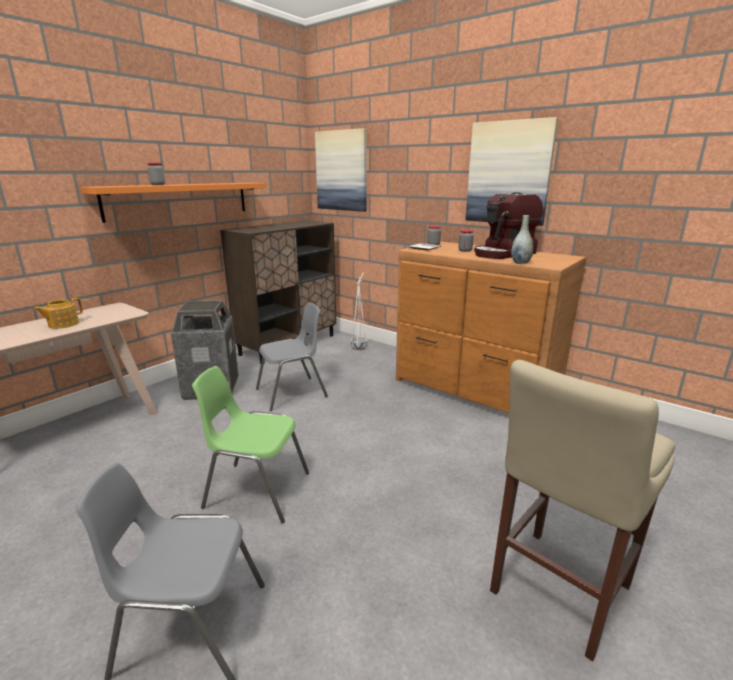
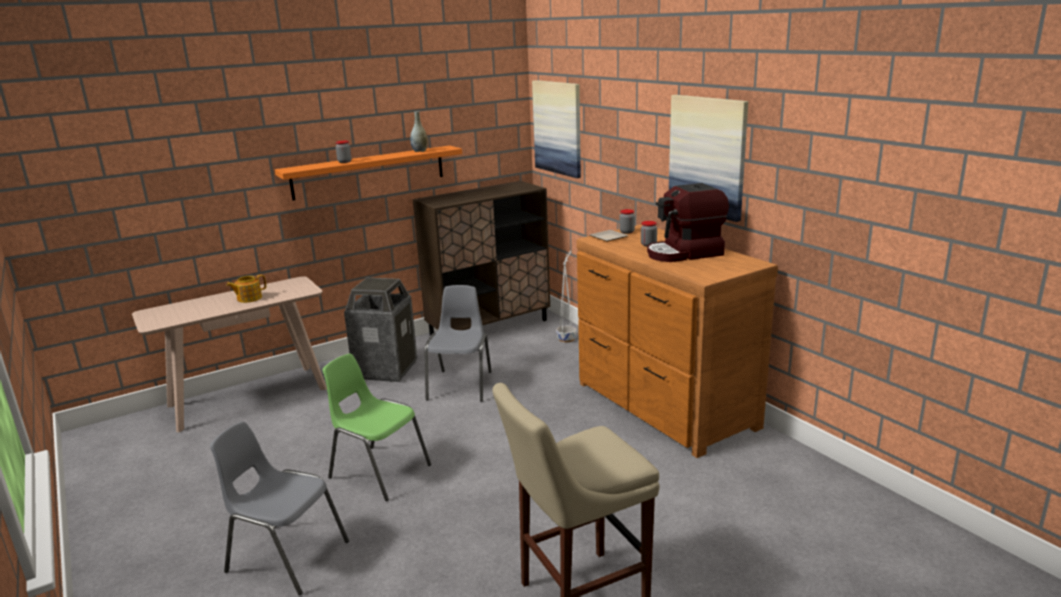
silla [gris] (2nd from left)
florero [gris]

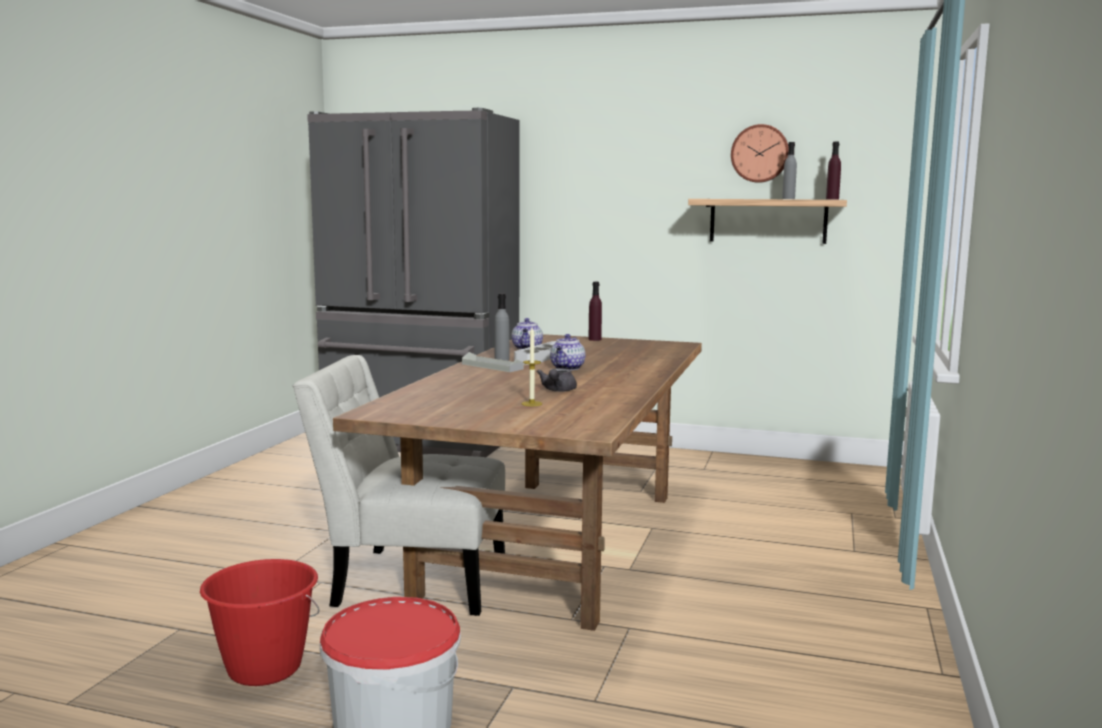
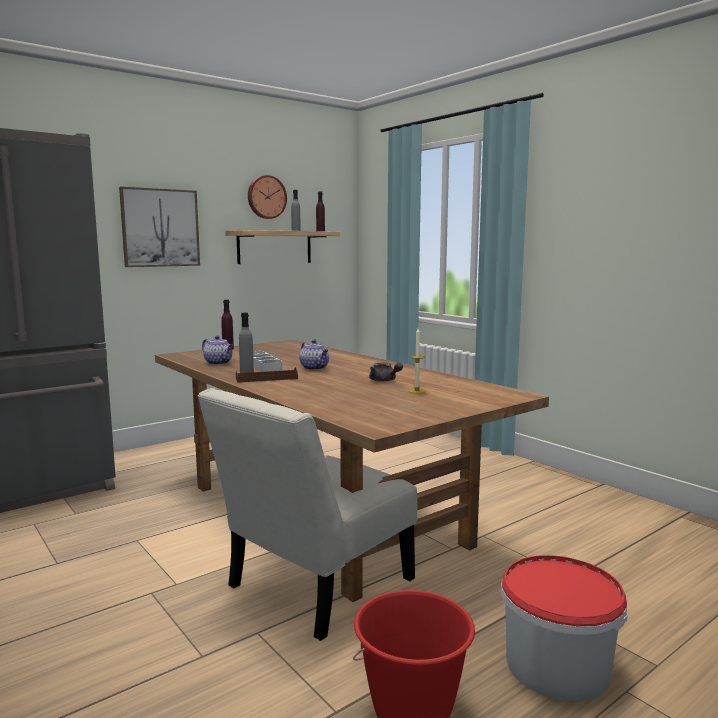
bandeja [marrón]
cuadro

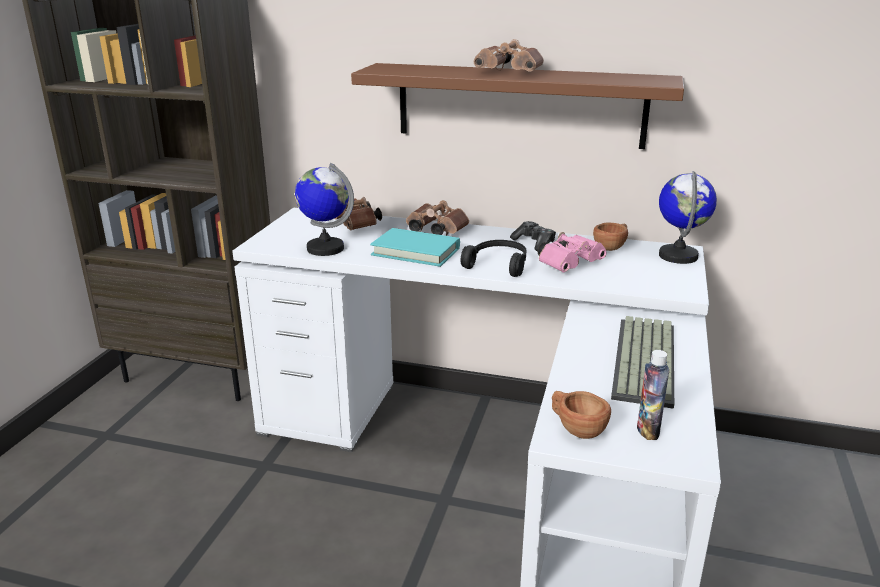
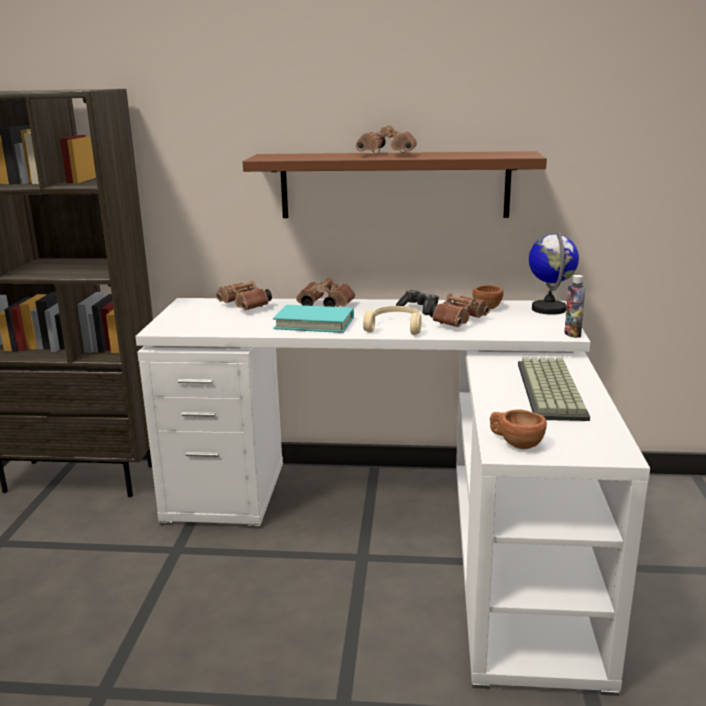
globo terráqueo (1st from left in the first image)
auriculares [beis]
prismáticos [marrón] (4th from left)
botella

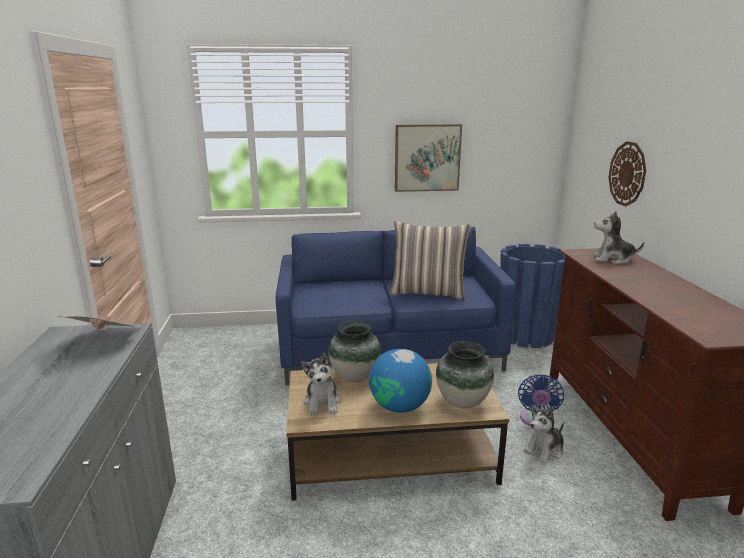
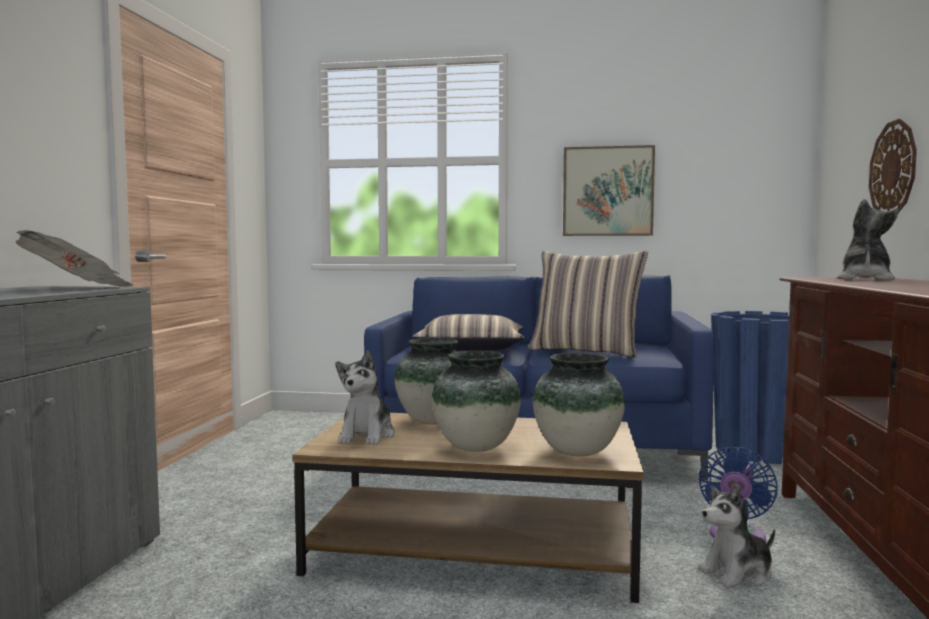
florero (2nd from left)
peluche (3rd from left)
cojín (1st from left)

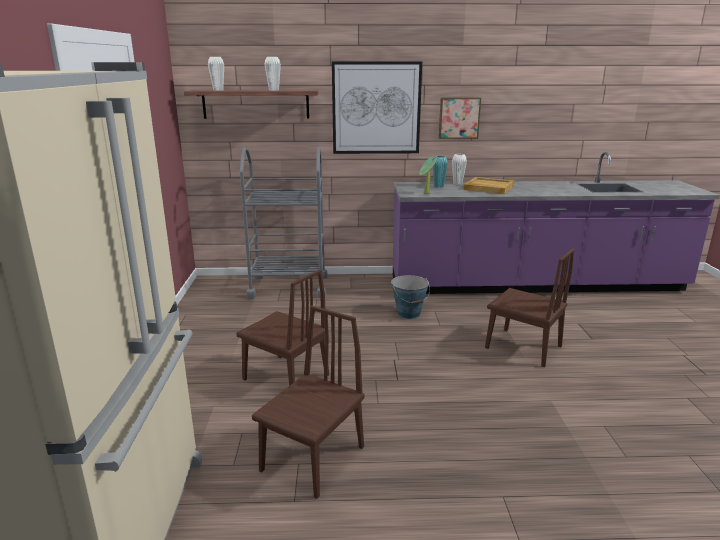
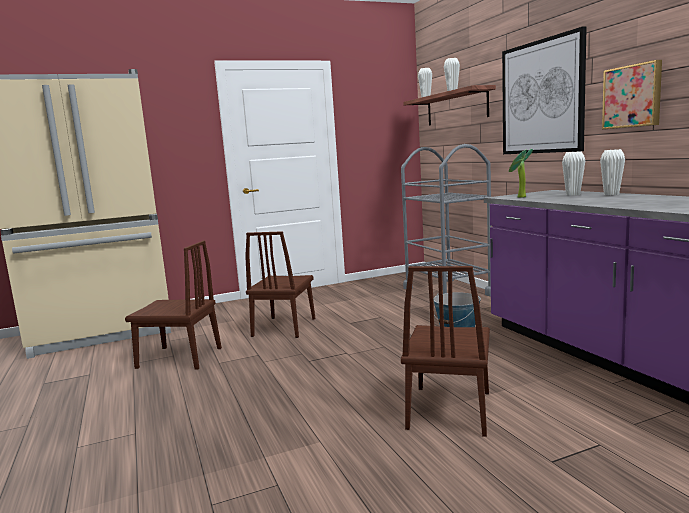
florero [blanco] (3rd from left)
bandeja [beis]

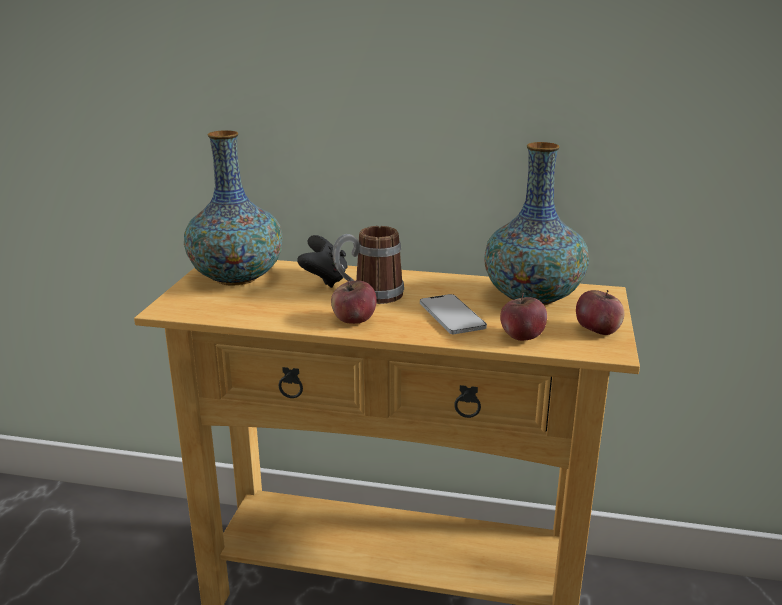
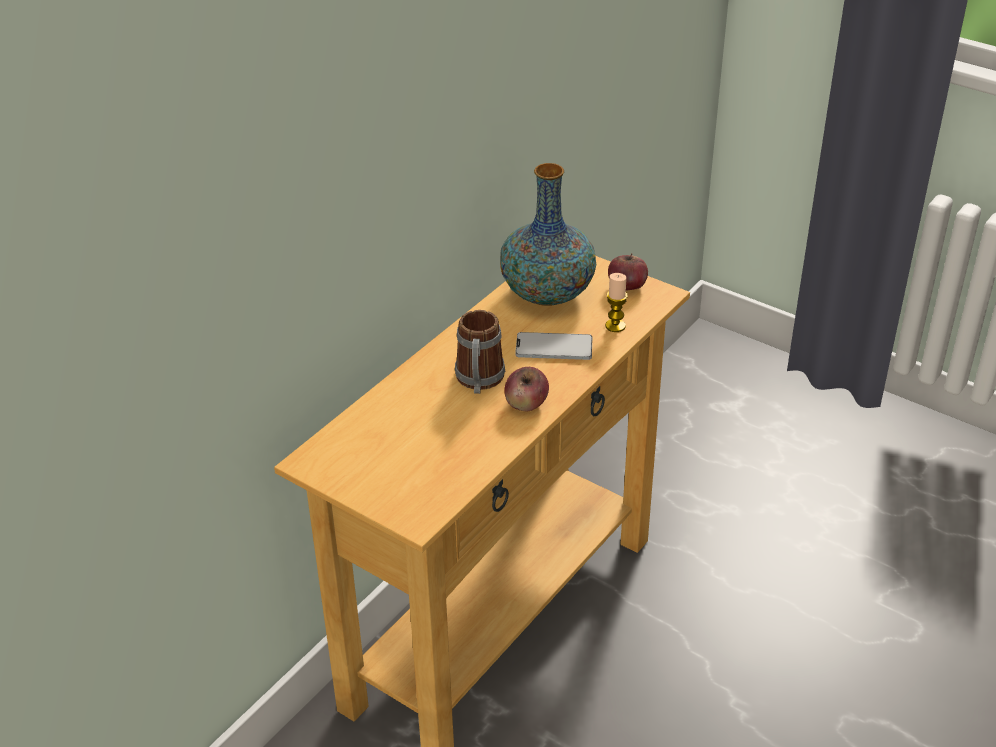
florero (1st from left in the first image)
mando de consola [negro]
vela

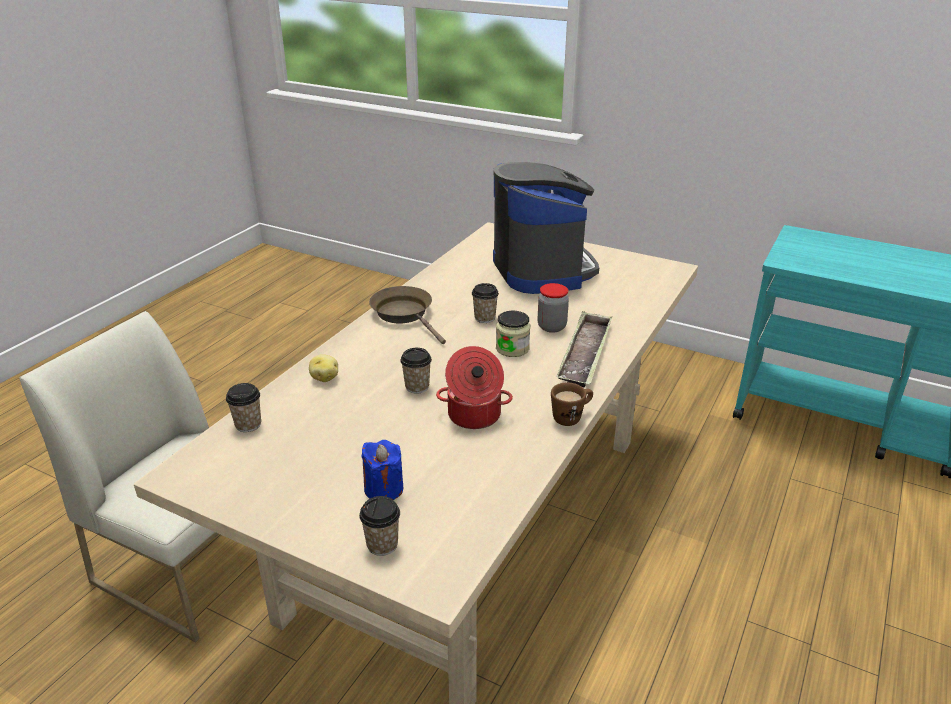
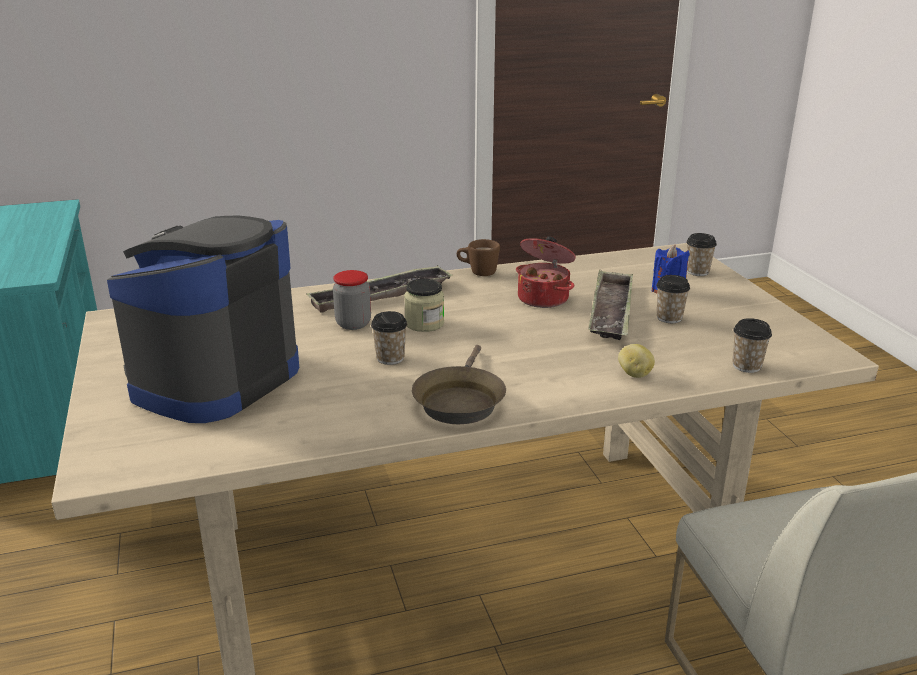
taza (2nd from left)
bandeja (2nd from left)

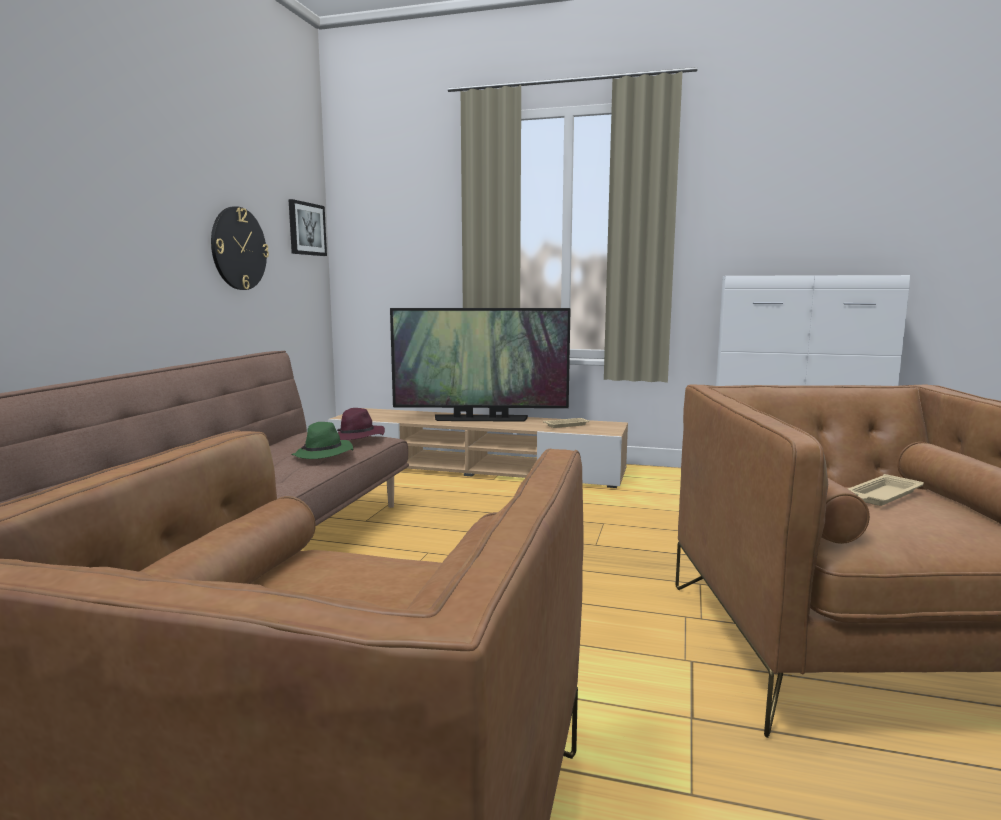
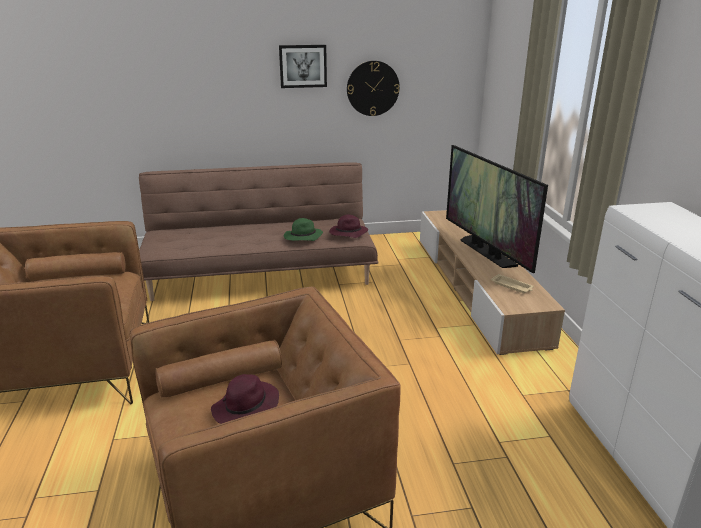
cuadro
sombrero [morado] (1st from left)

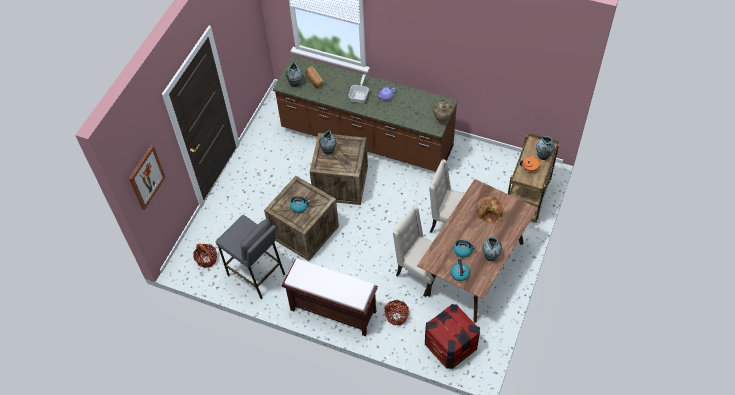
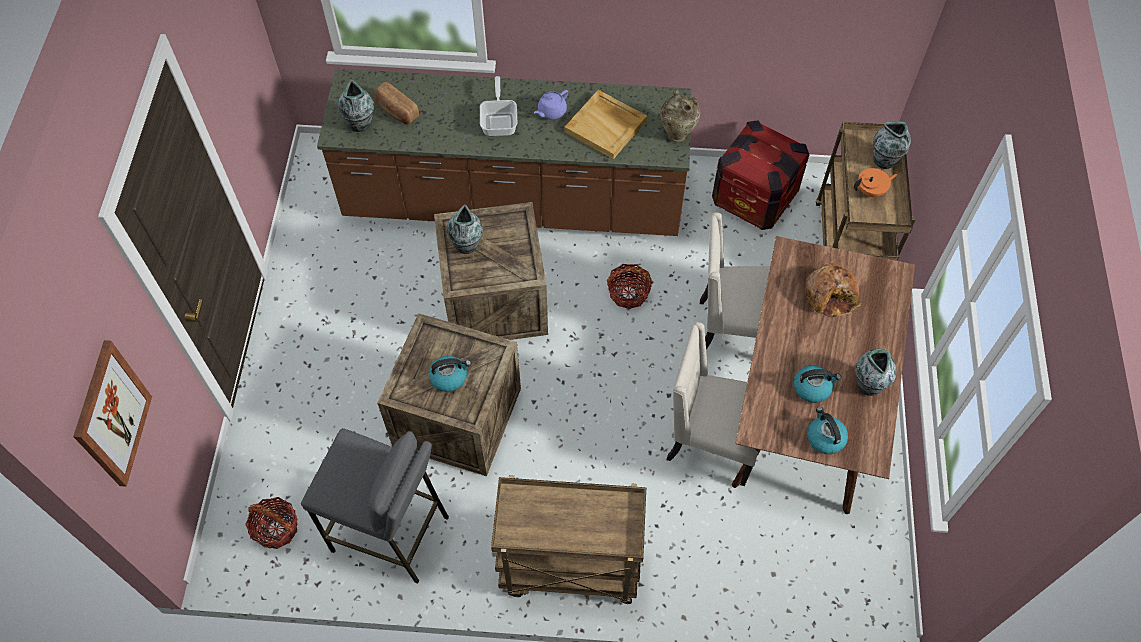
carrito [marrón] (1st from left)
cesta (2nd from left)
caja de embalaje (3rd from left)
bandeja [beis]

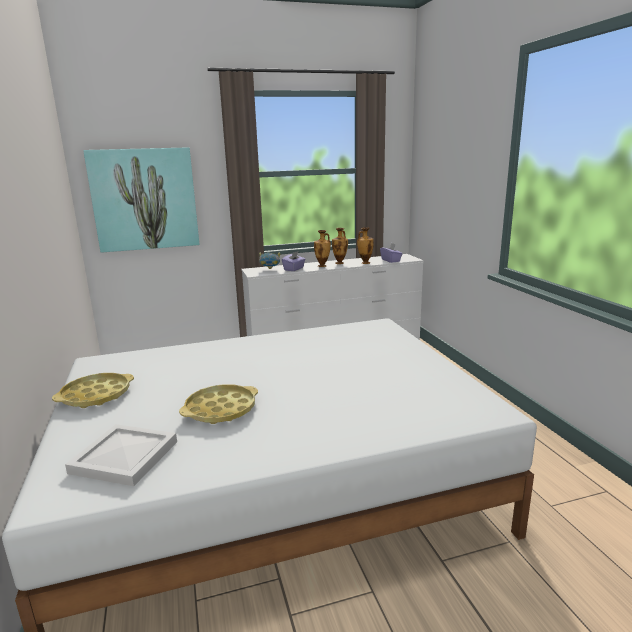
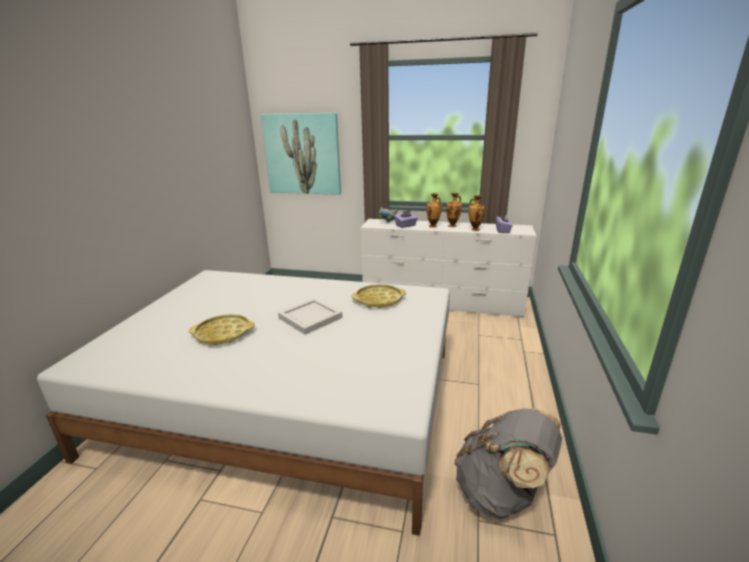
bandeja [amarillo] (2nd from left)
bandeja [blanco]
mochila [gris]

